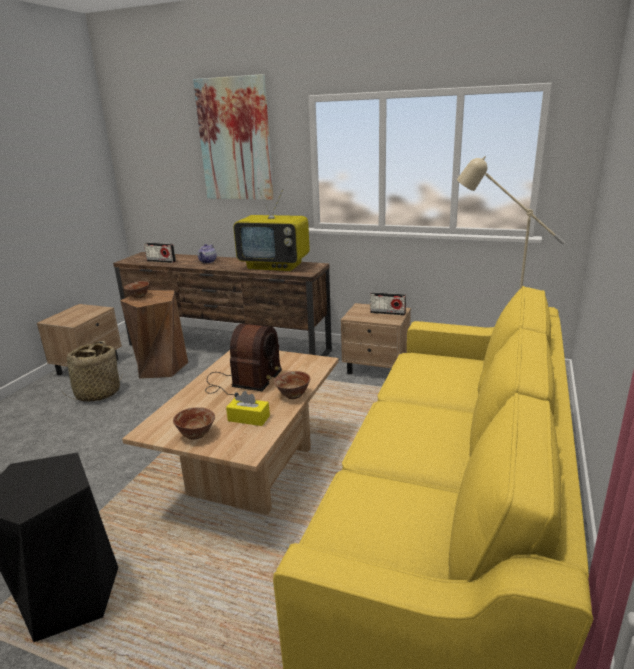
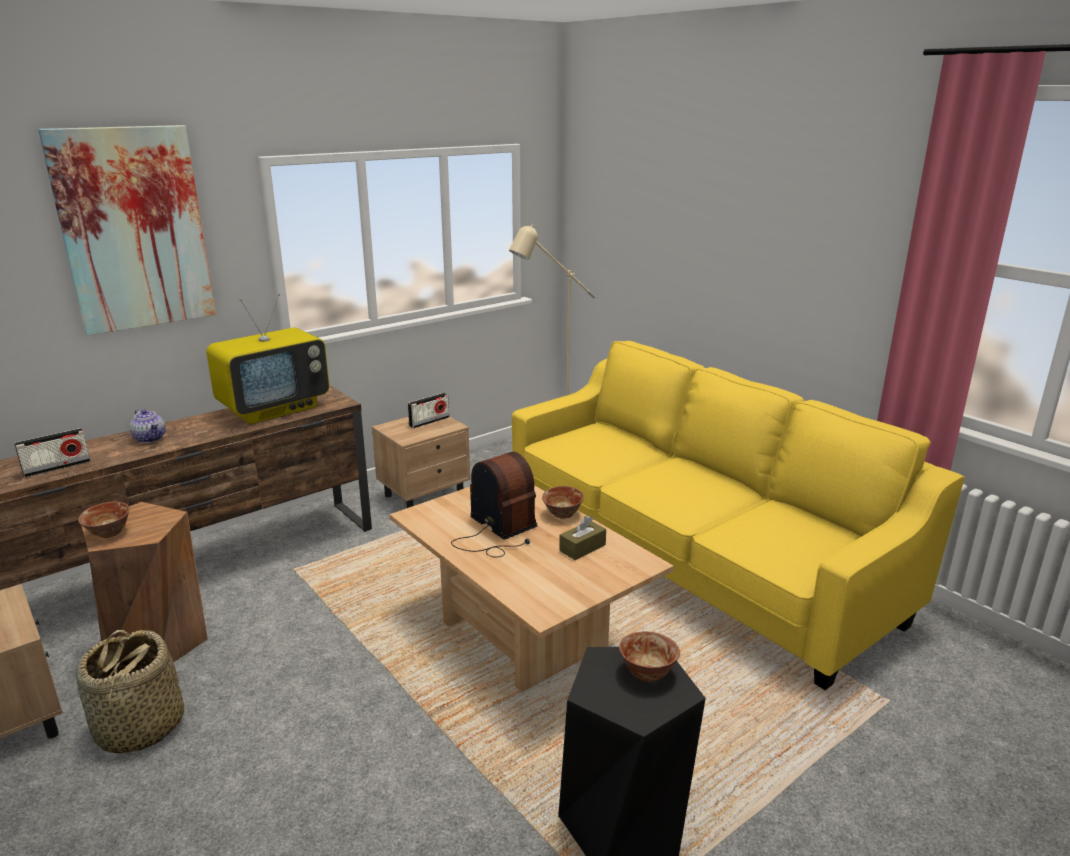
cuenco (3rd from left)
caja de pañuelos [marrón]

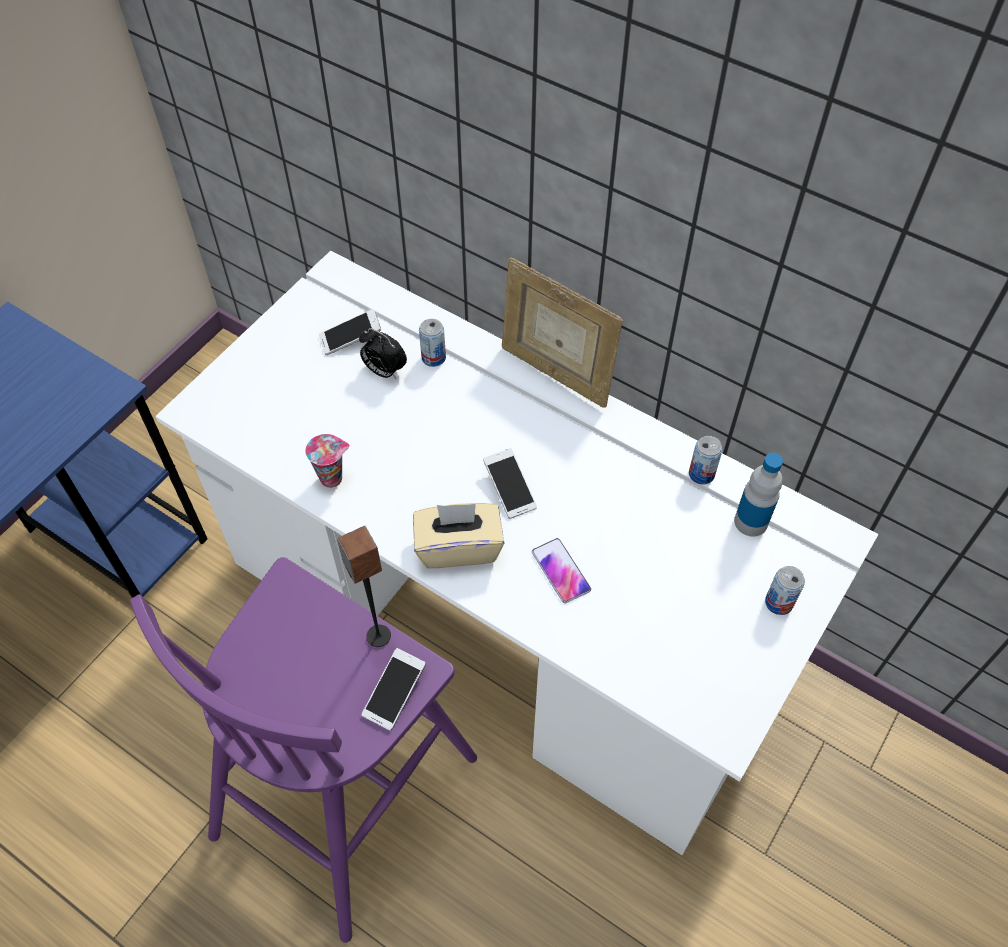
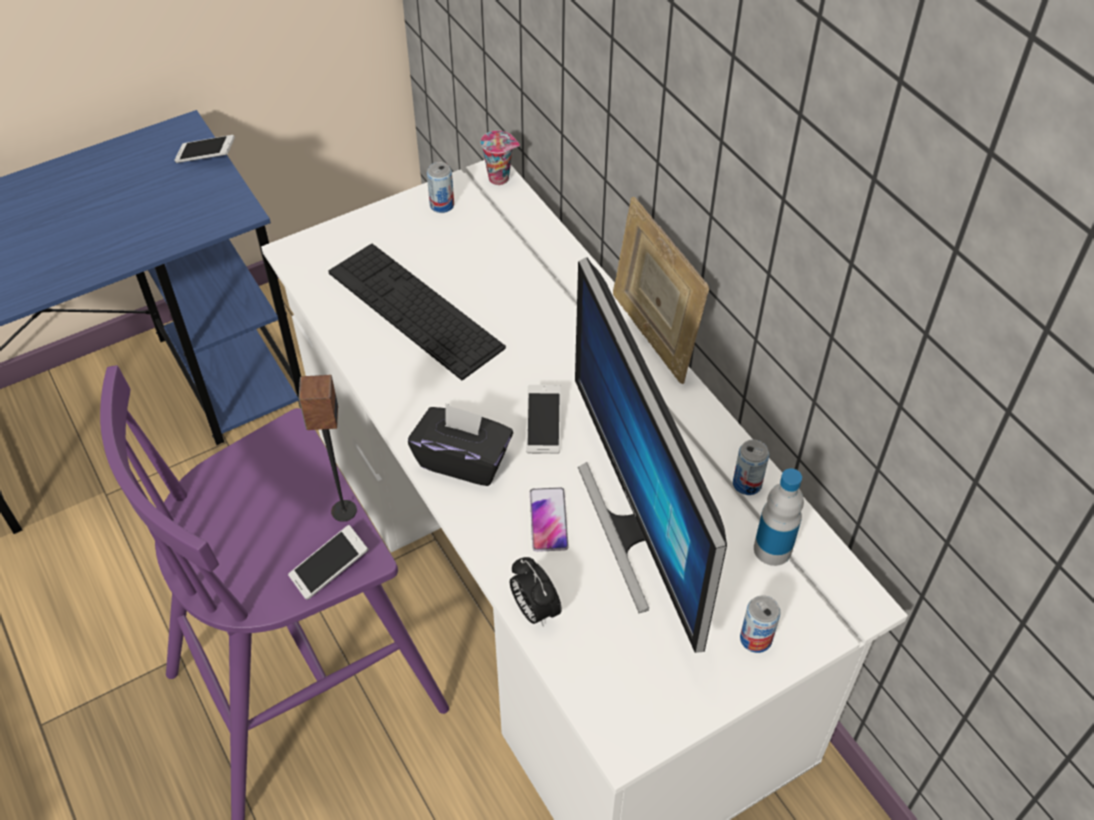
taza
móvil (1st from left)
despertador
caja de pañuelos [negro]
lata (1st from left)
teclado
monitor

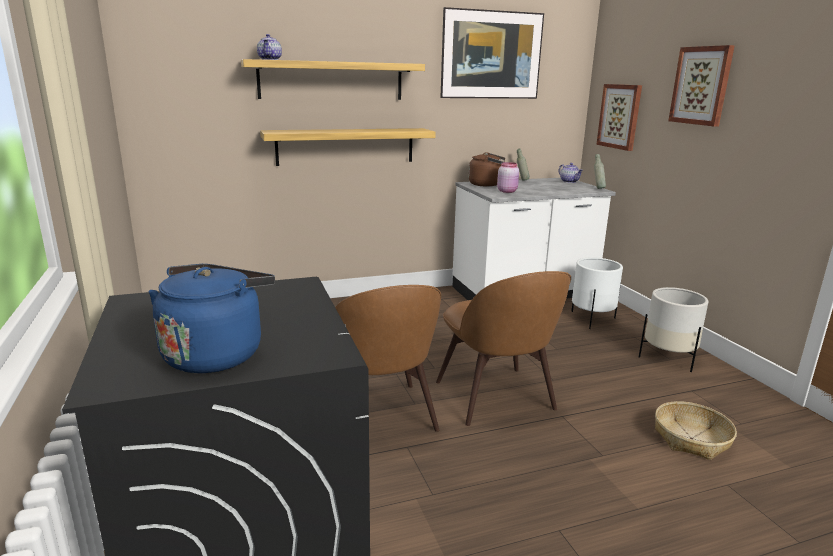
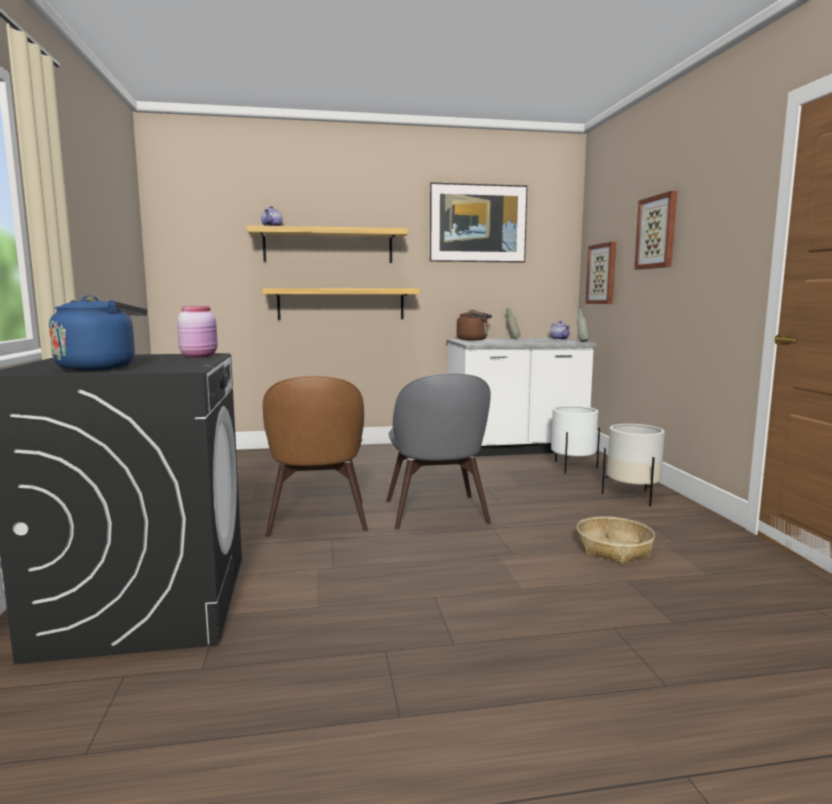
silla [gris]
tarro [rosa]

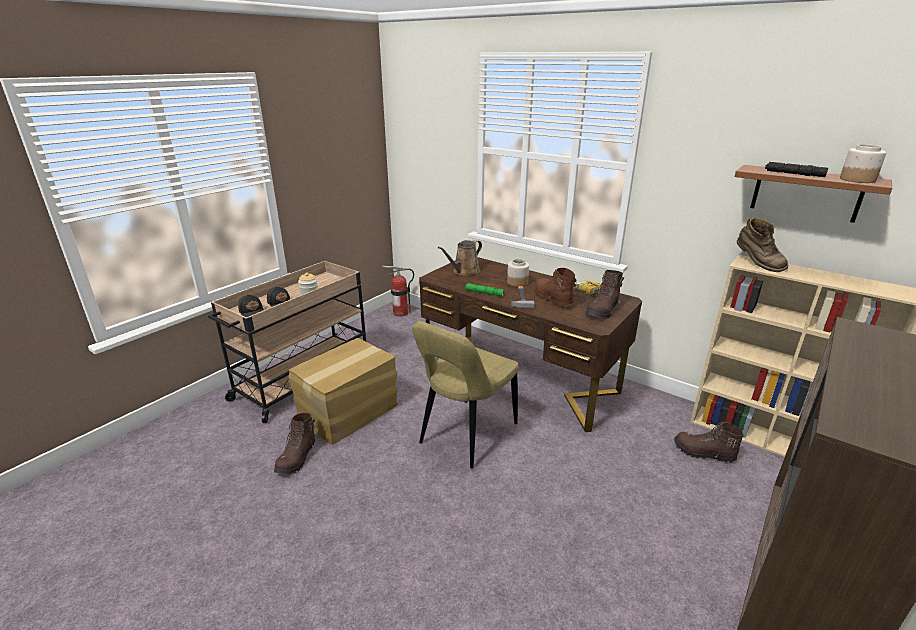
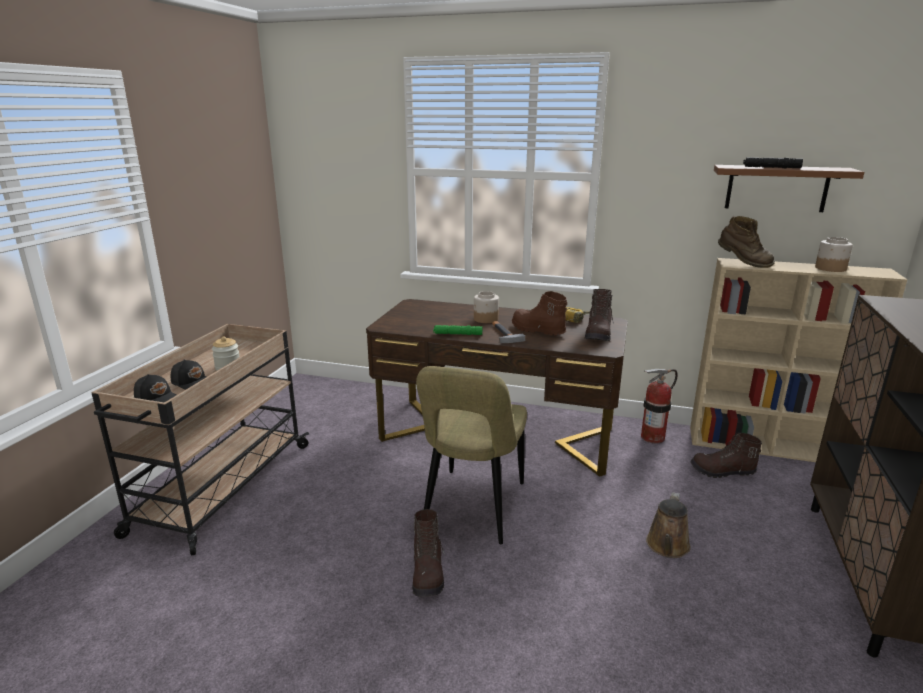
bota [marrón] (1st from left)
caja de cartón
extintor
regadera [marrón]
tarro (3rd from left)

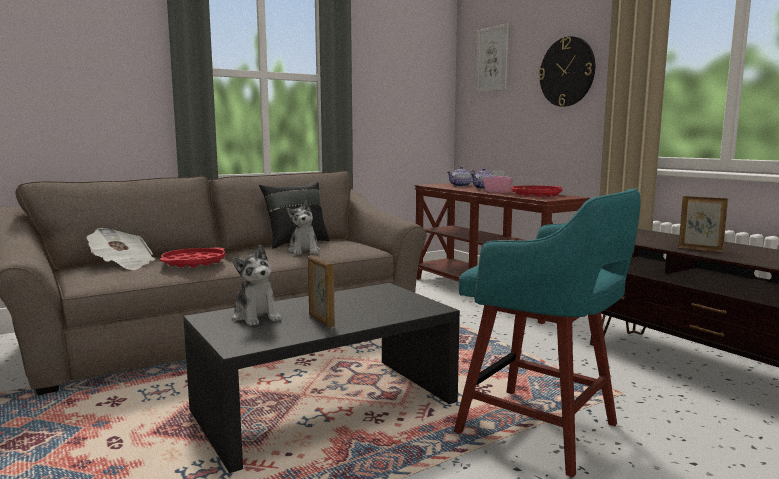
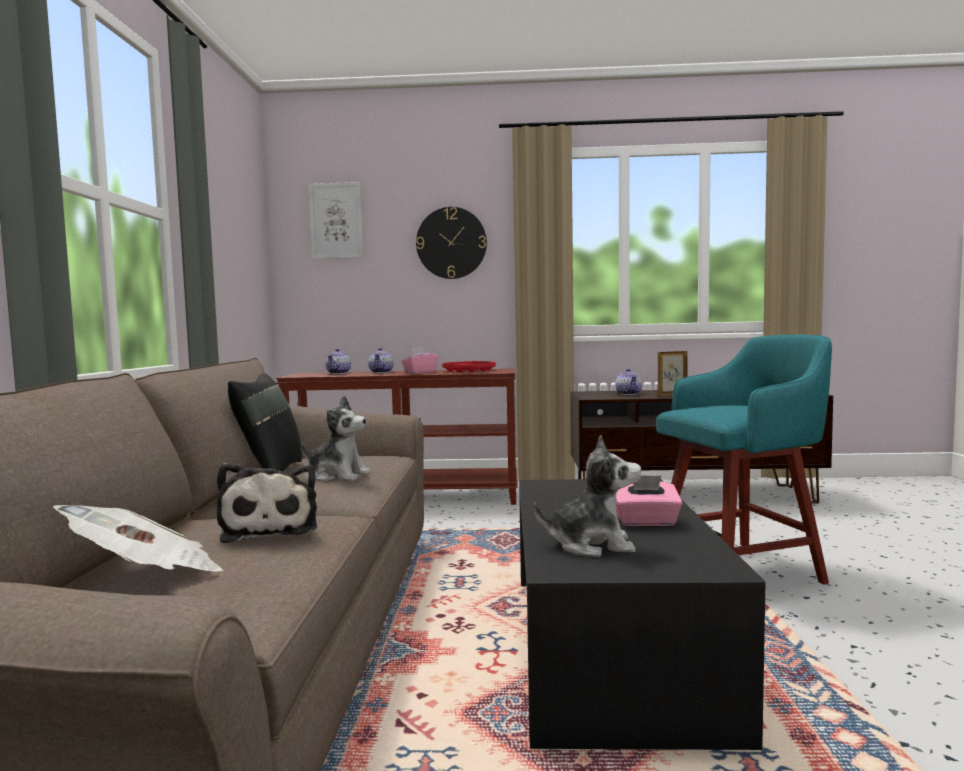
peluche (1st from left)
caja de pañuelos [rosa] (2nd from left)
tetera (3rd from left)

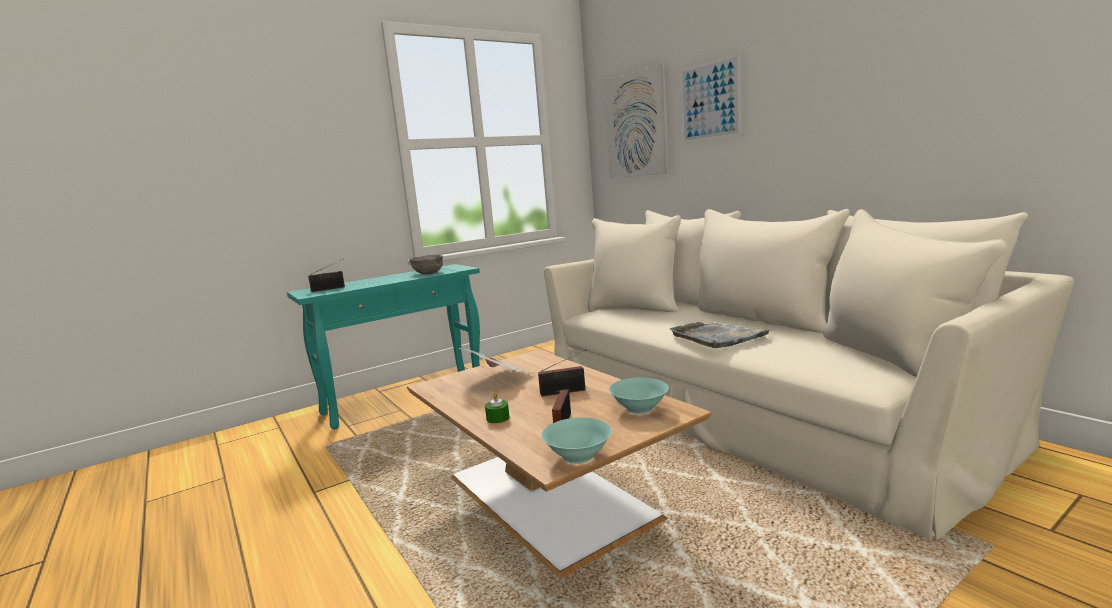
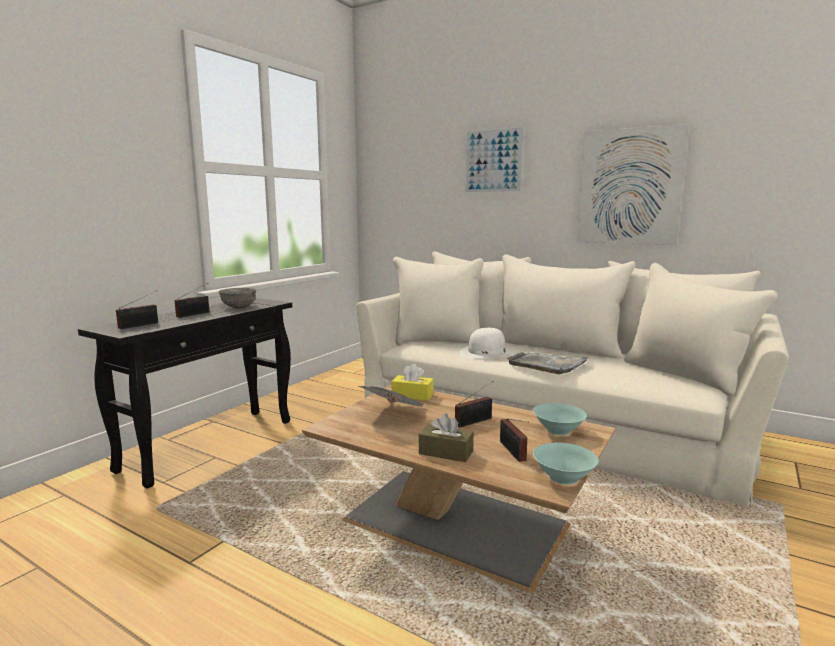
mesa consola [negro]
caja de pañuelos [marrón]
cuadro (2nd from left)
radio (2nd from left)
caja de pañuelos [amarillo]
sombrero [blanco]

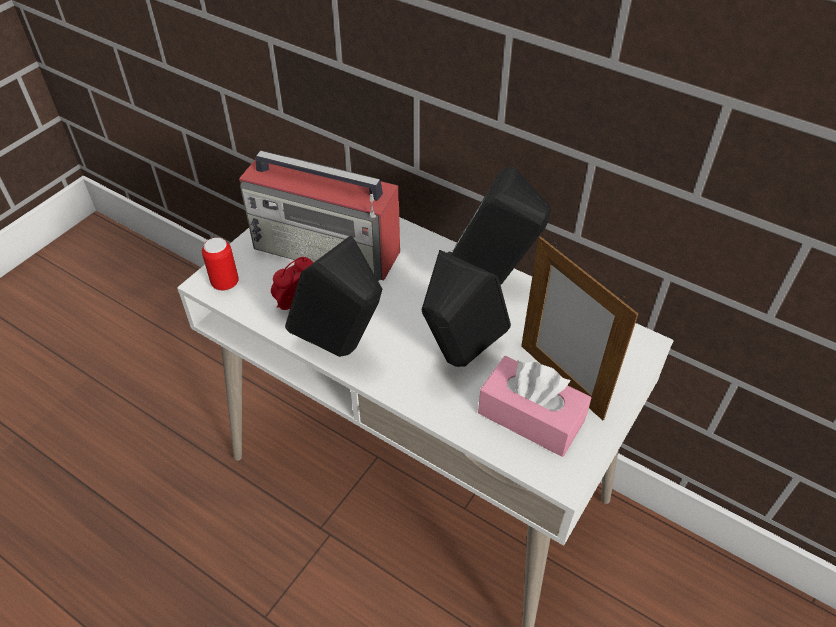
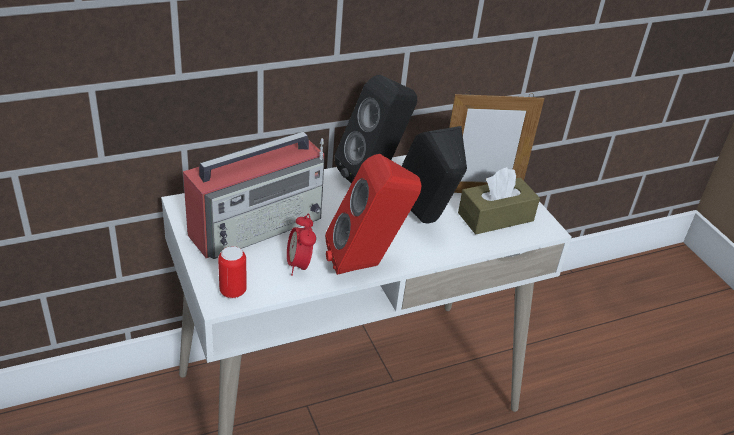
altavoz [rojo]
caja de pañuelos [marrón]

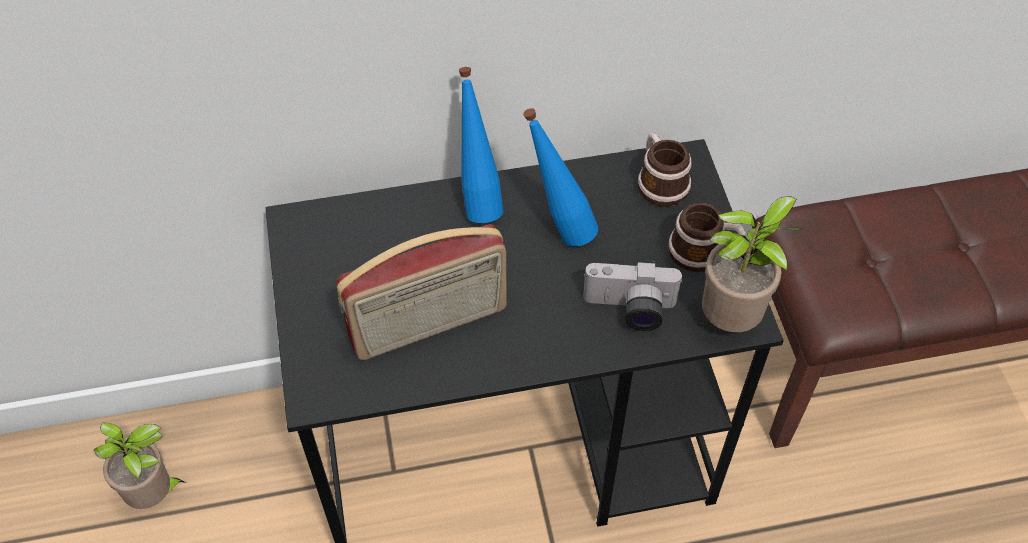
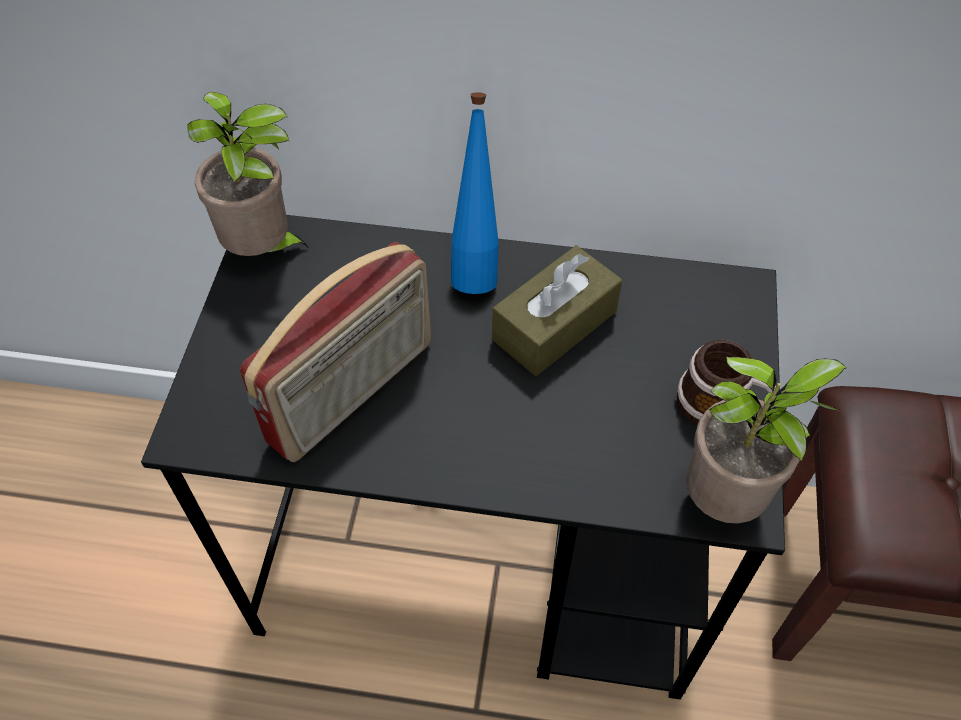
planta en maceta (1st from left)
radio
caja de pañuelos [marrón]
cámara
taza grande (1st from left in the first image)

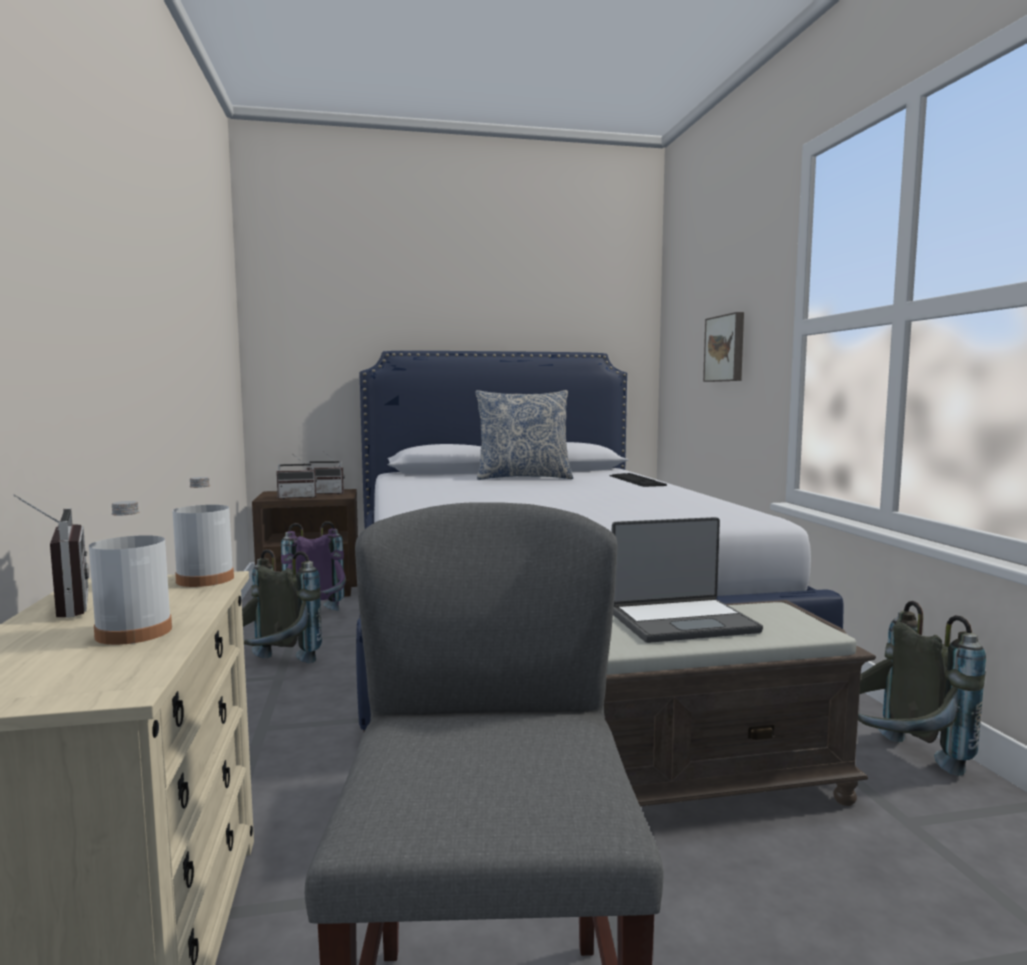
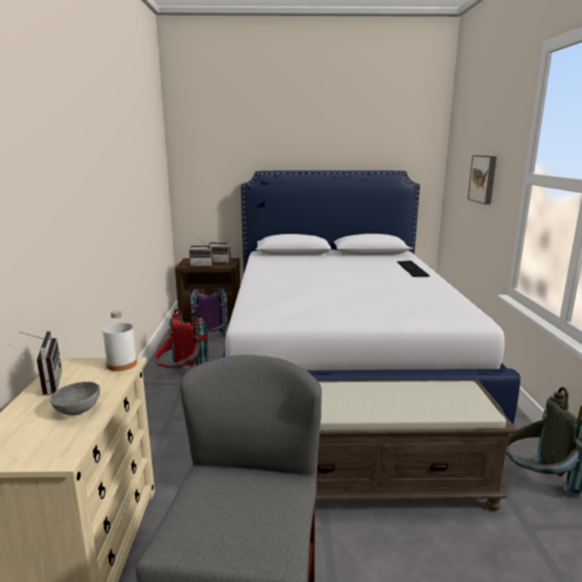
cuenco [gris]
mochila [rojo]
cojín
portátil

